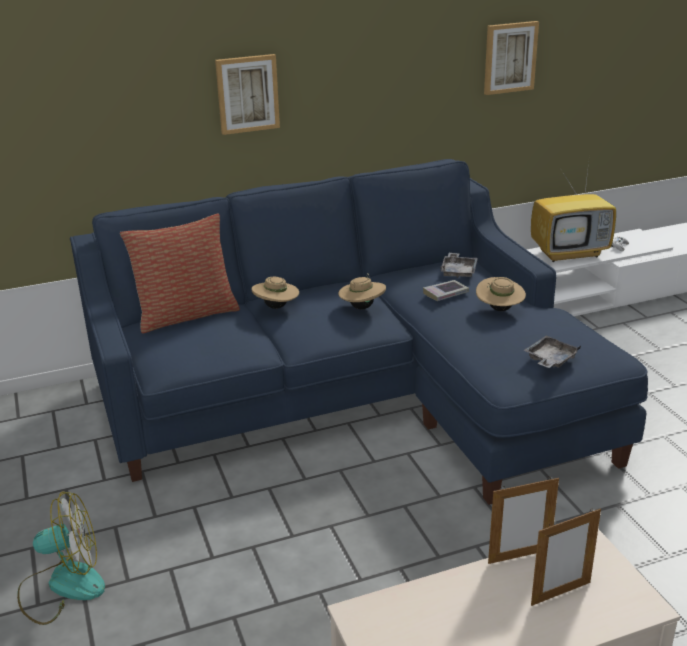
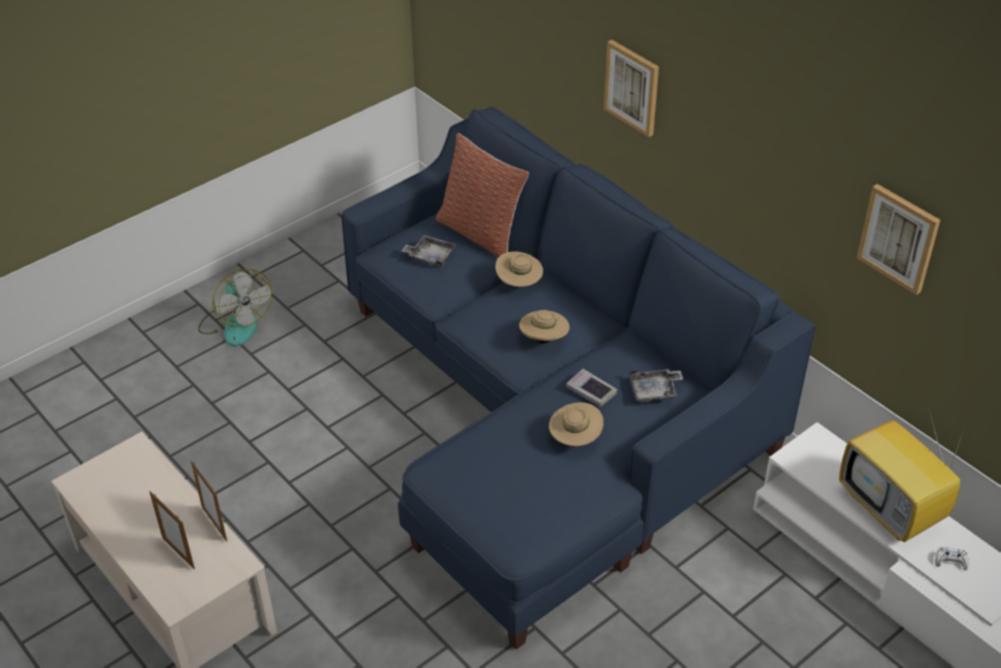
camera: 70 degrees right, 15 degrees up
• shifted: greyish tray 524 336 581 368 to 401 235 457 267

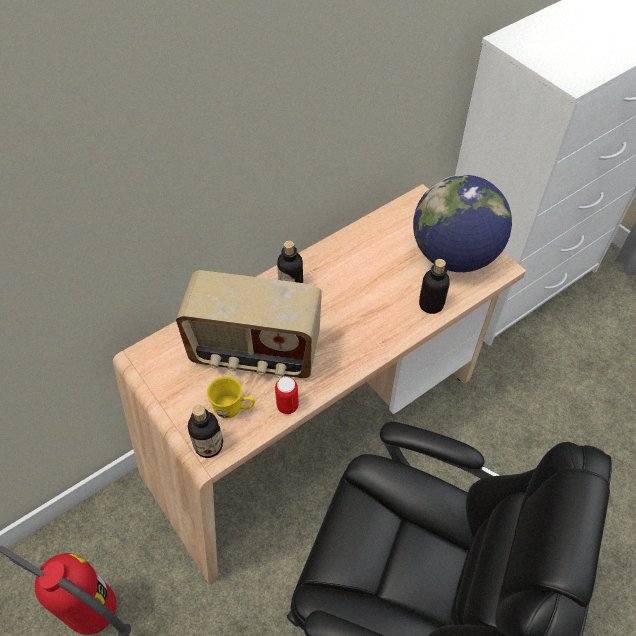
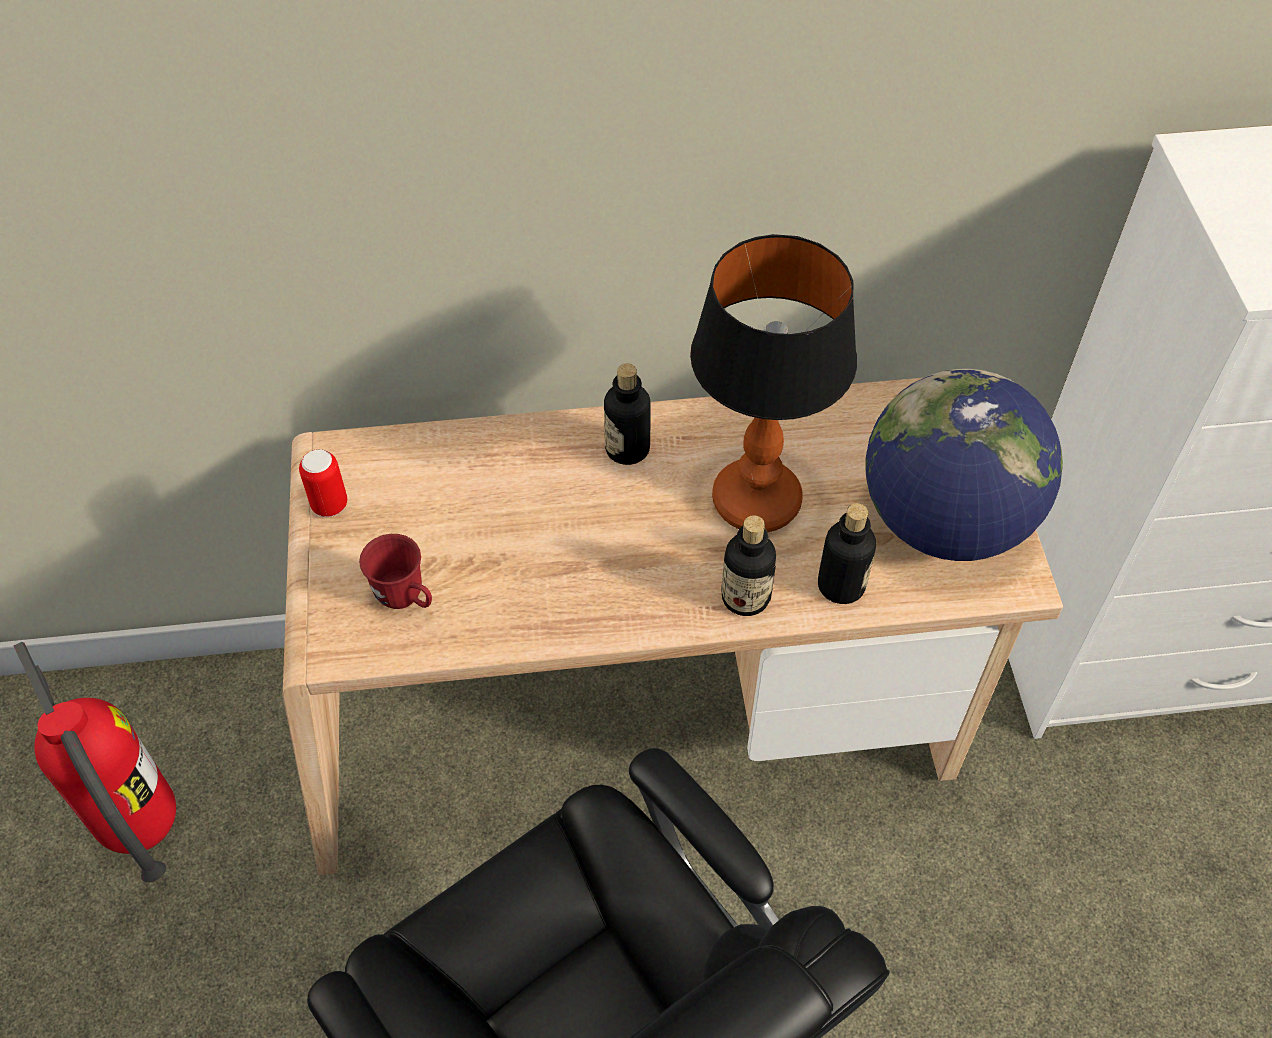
camera: 30 degrees right, 0 degrees up
• gone: radio 176 270 322 378
• new: lamp for a table 690 234 857 532
• shifted: beverage bottle 188 405 223 458 to 721 515 776 616
• shifted: sealed can 275 377 299 415 to 299 449 347 517
• repainted: yellow-coloured tea mug 207 376 255 418 to red tea mug 359 534 432 609

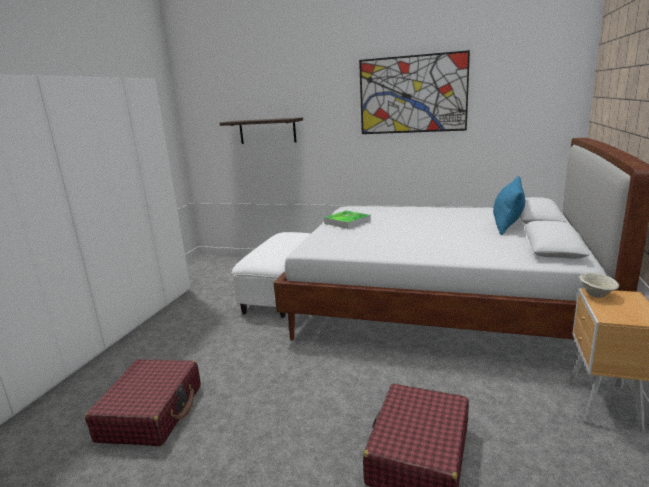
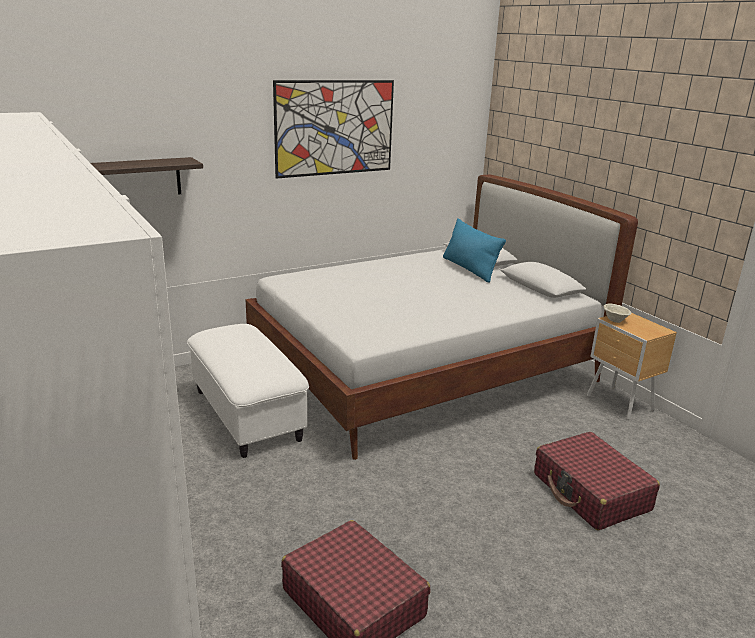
camera: 50 degrees left, 5 degrees up
• gone: tray 324 210 371 229

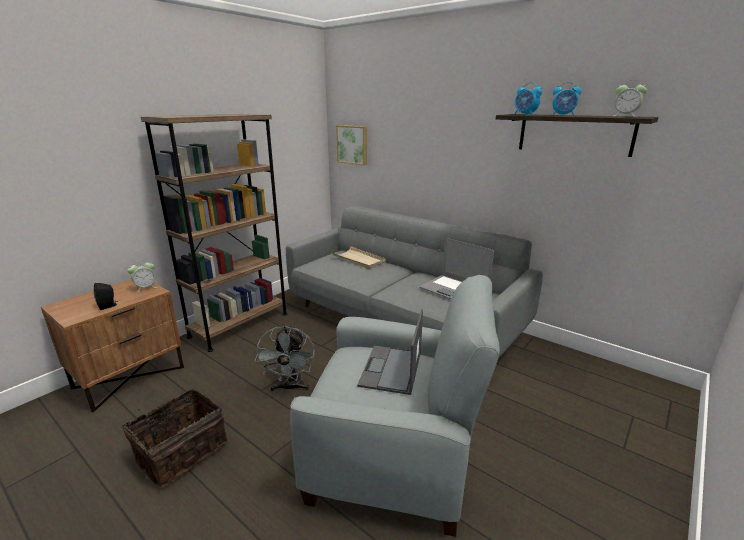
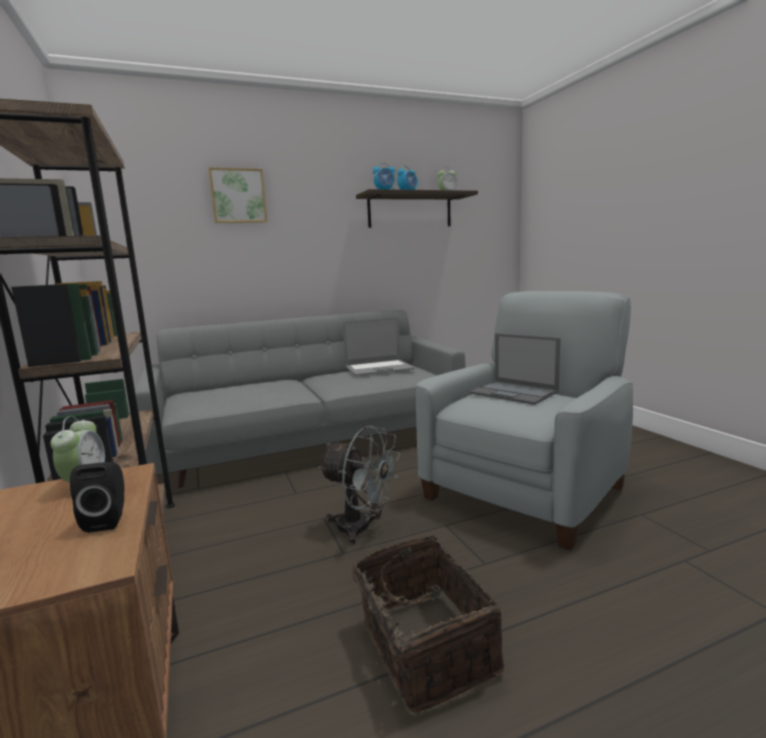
camera: 60 degrees left, 10 degrees down
• gone: beige-coloured tray 332 246 386 269
• shifted: wall art 336 125 367 166 to 209 167 267 223

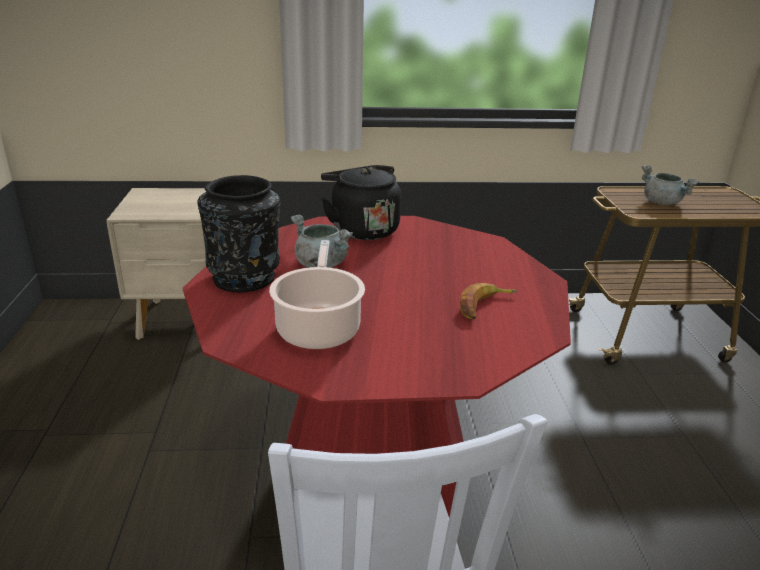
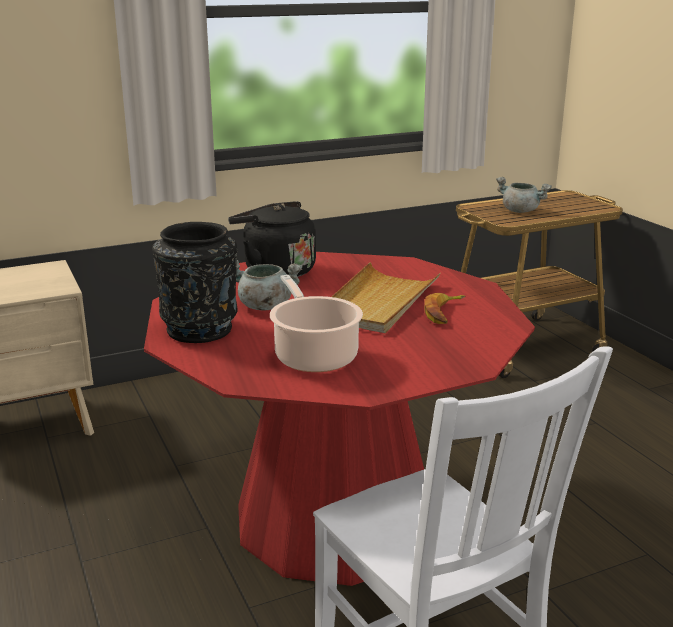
camera: 20 degrees left, 5 degrees down
• new: beige-coloured tray 332 262 441 333

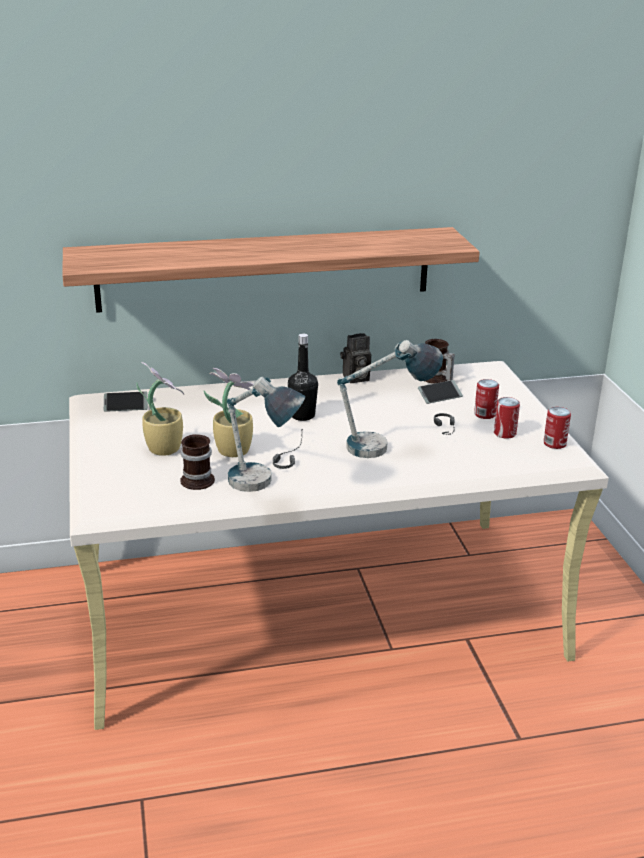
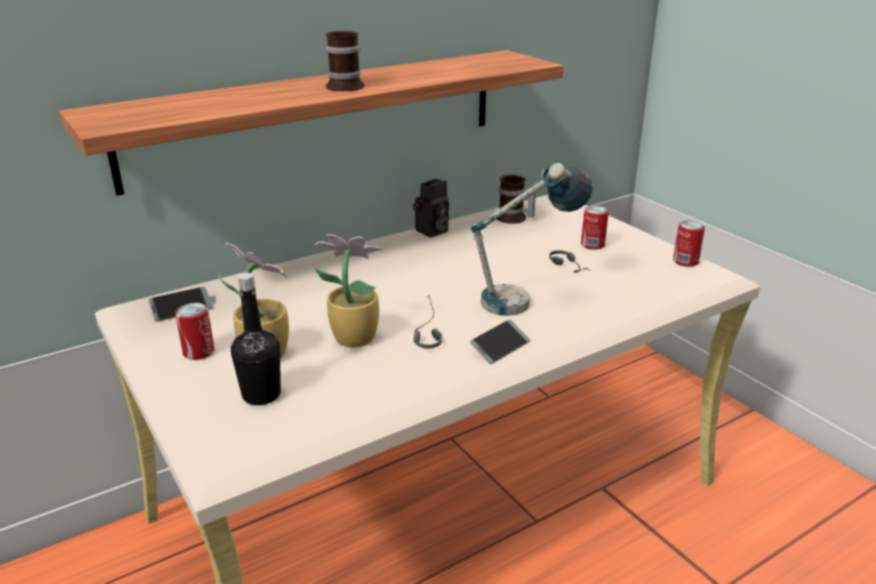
camera: 20 degrees left, 0 degrees up
• gone: lamp for a table 227 377 305 492
• shifted: tea mug 180 434 215 490 to 325 31 365 91
• shifted: black beverage bottle 288 334 318 421 to 231 273 281 405
• shifted: handset 418 380 463 404 to 470 319 530 364
• shifted: sealed can 494 397 520 439 to 175 303 215 360

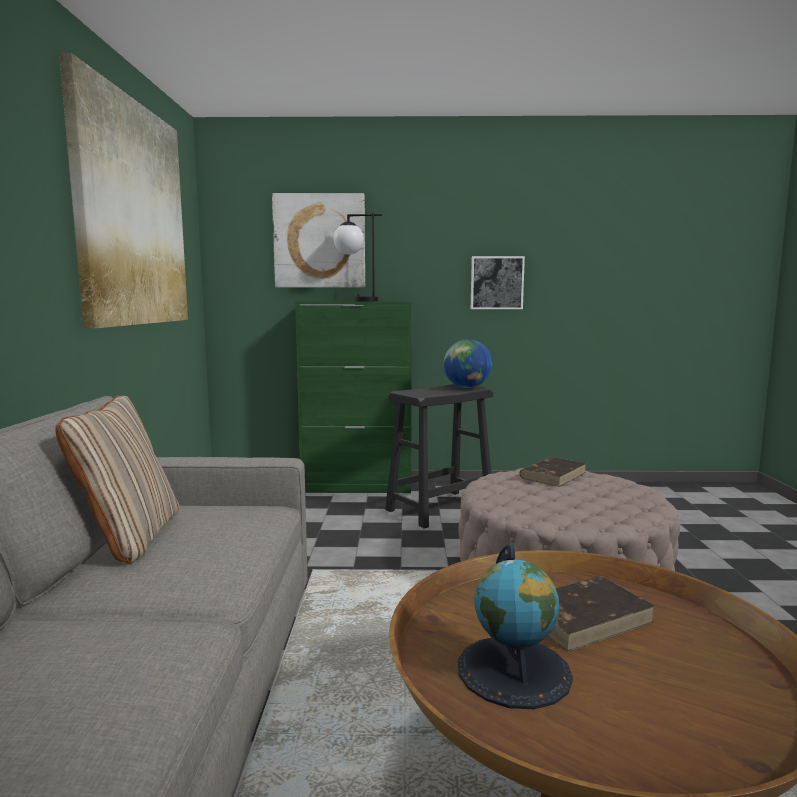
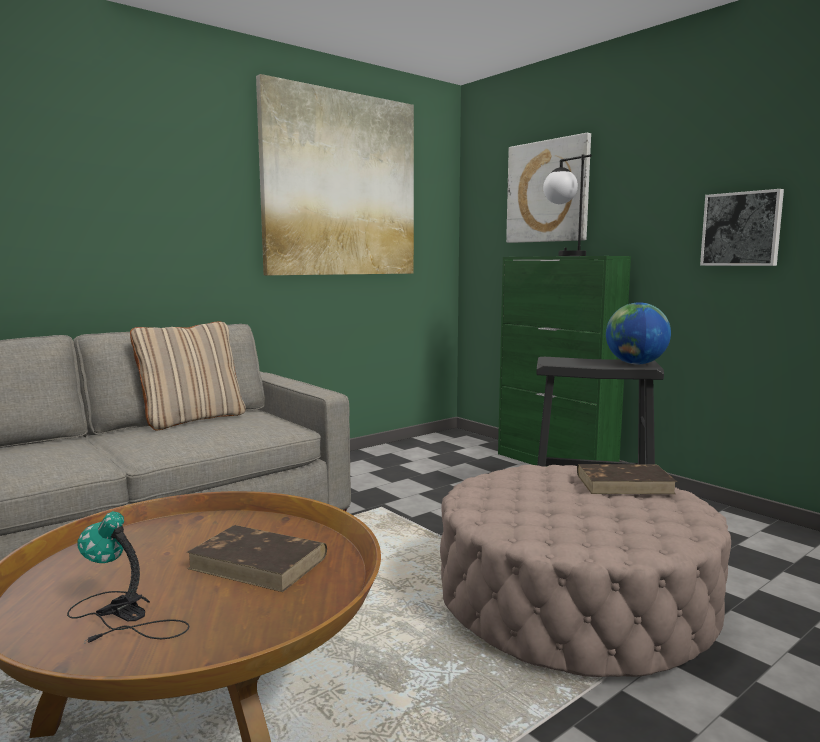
camera: 50 degrees right, 0 degrees up
• gone: globe 458 544 573 709
• new: lamp for a table 67 511 189 644

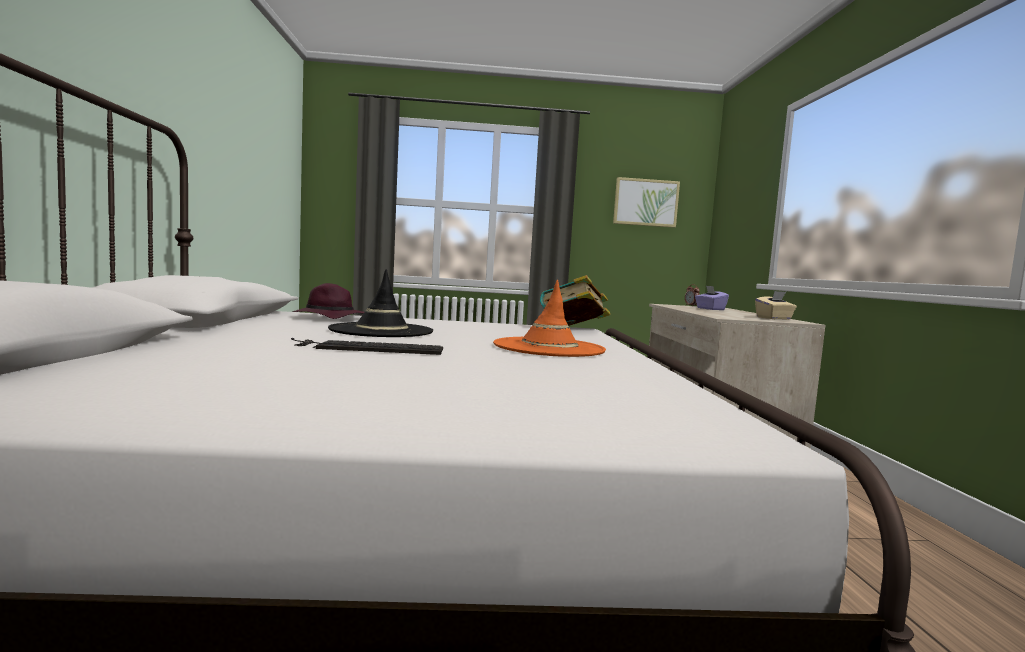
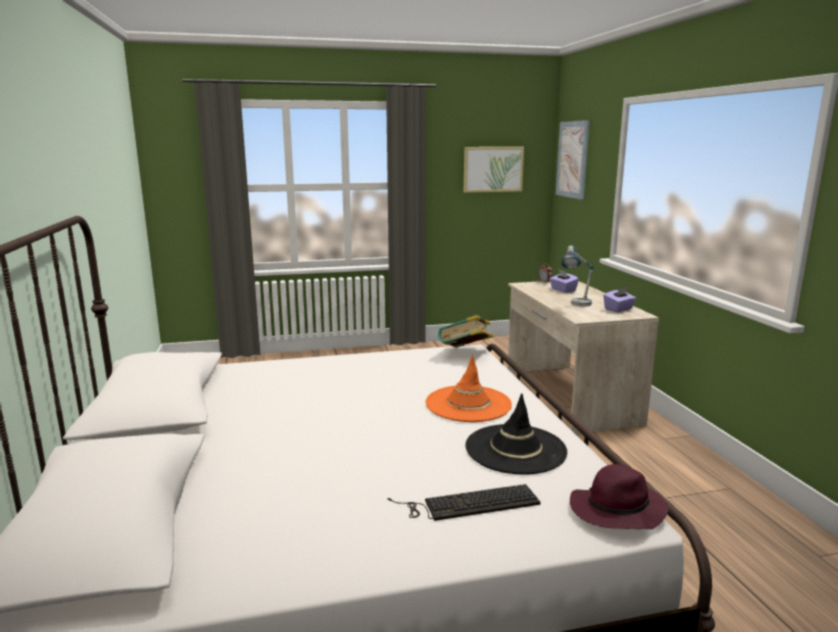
camera: 10 degrees left, 10 degrees up
• new: wall art 556 120 590 200
• new: lamp for a table 561 246 594 307
• shifted: keyboard 291 338 443 355 to 387 484 540 521
• shifted: purple-coloured wearable hat 292 283 364 319 to 570 464 669 529
• shifted: black wearable hat 328 269 433 337 to 466 393 567 475
• repainted: beige-coloured tissue holder 755 291 797 320 to purple-coloured tissue holder 603 287 636 312

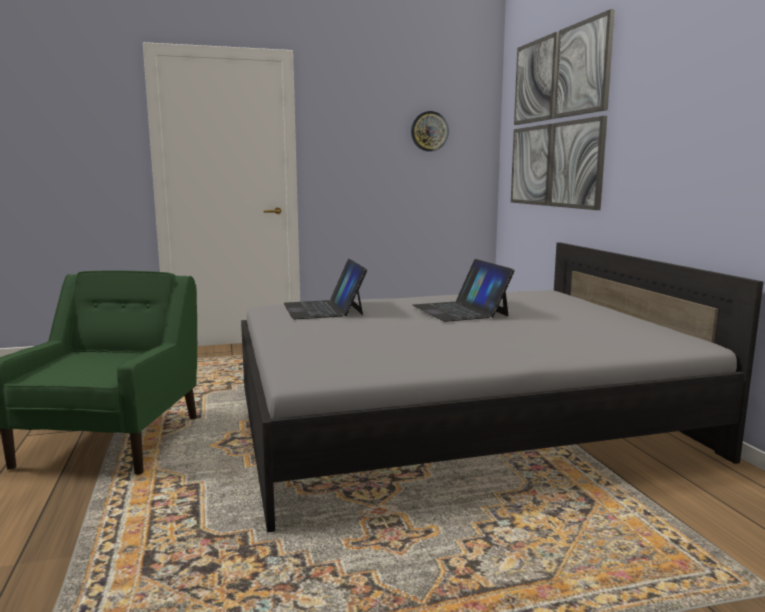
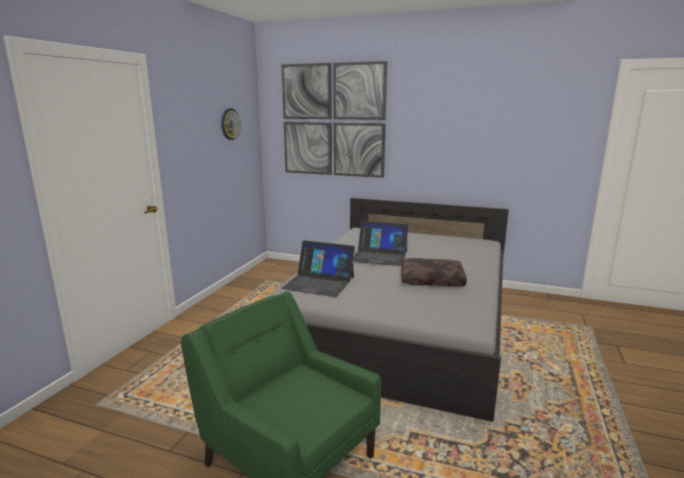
camera: 55 degrees left, 5 degrees up
• new: brown-coloured cushion 401 258 467 286

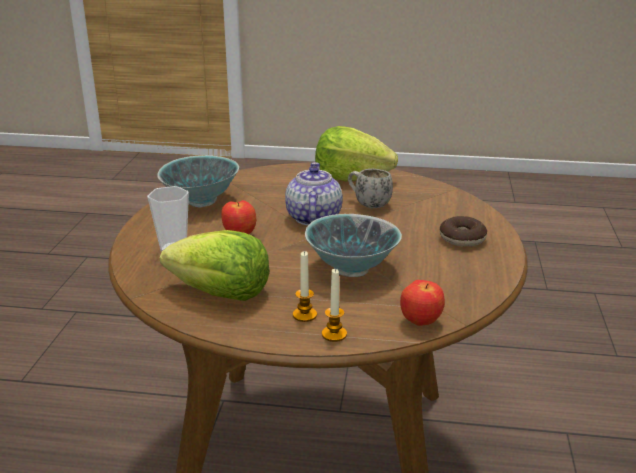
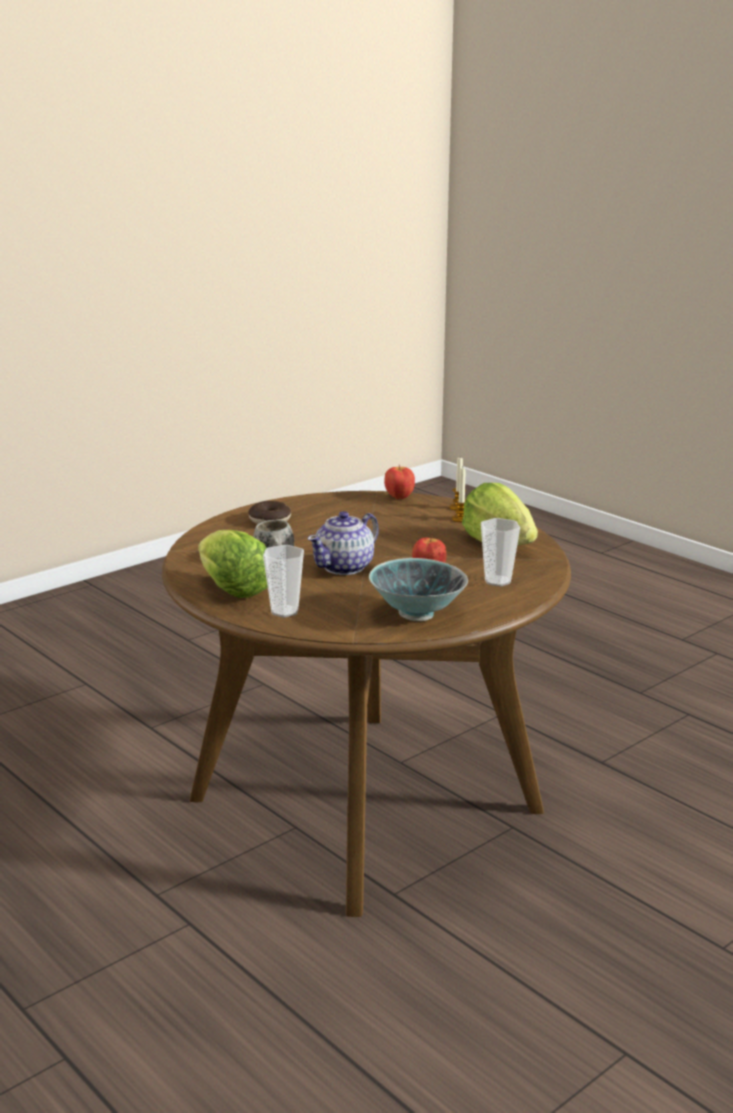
camera: 140 degrees left, 5 degrees down
• gone: bowl 305 214 402 277
• new: drinking cup 263 545 304 617

